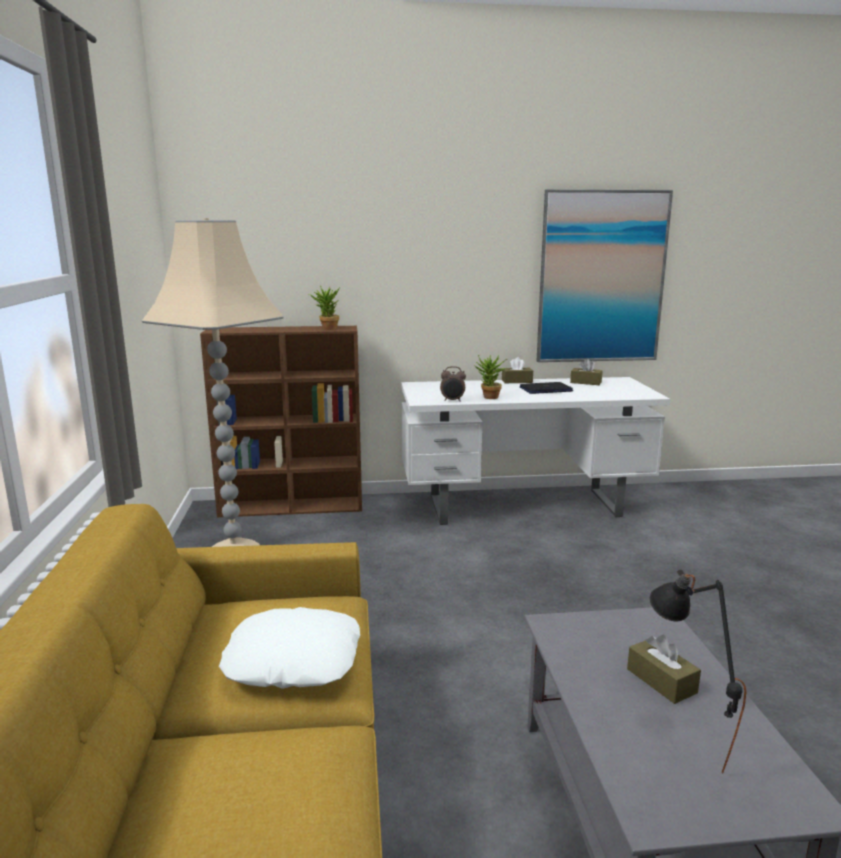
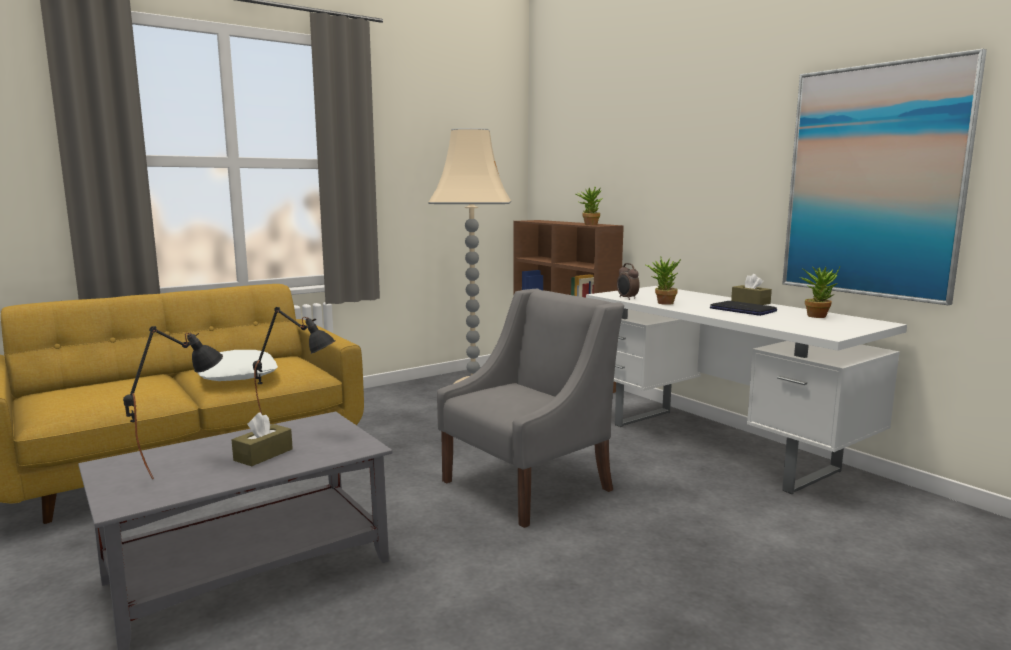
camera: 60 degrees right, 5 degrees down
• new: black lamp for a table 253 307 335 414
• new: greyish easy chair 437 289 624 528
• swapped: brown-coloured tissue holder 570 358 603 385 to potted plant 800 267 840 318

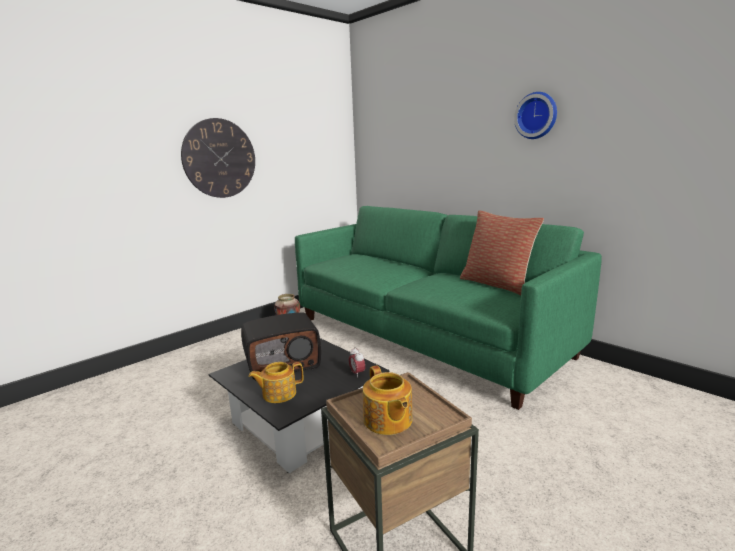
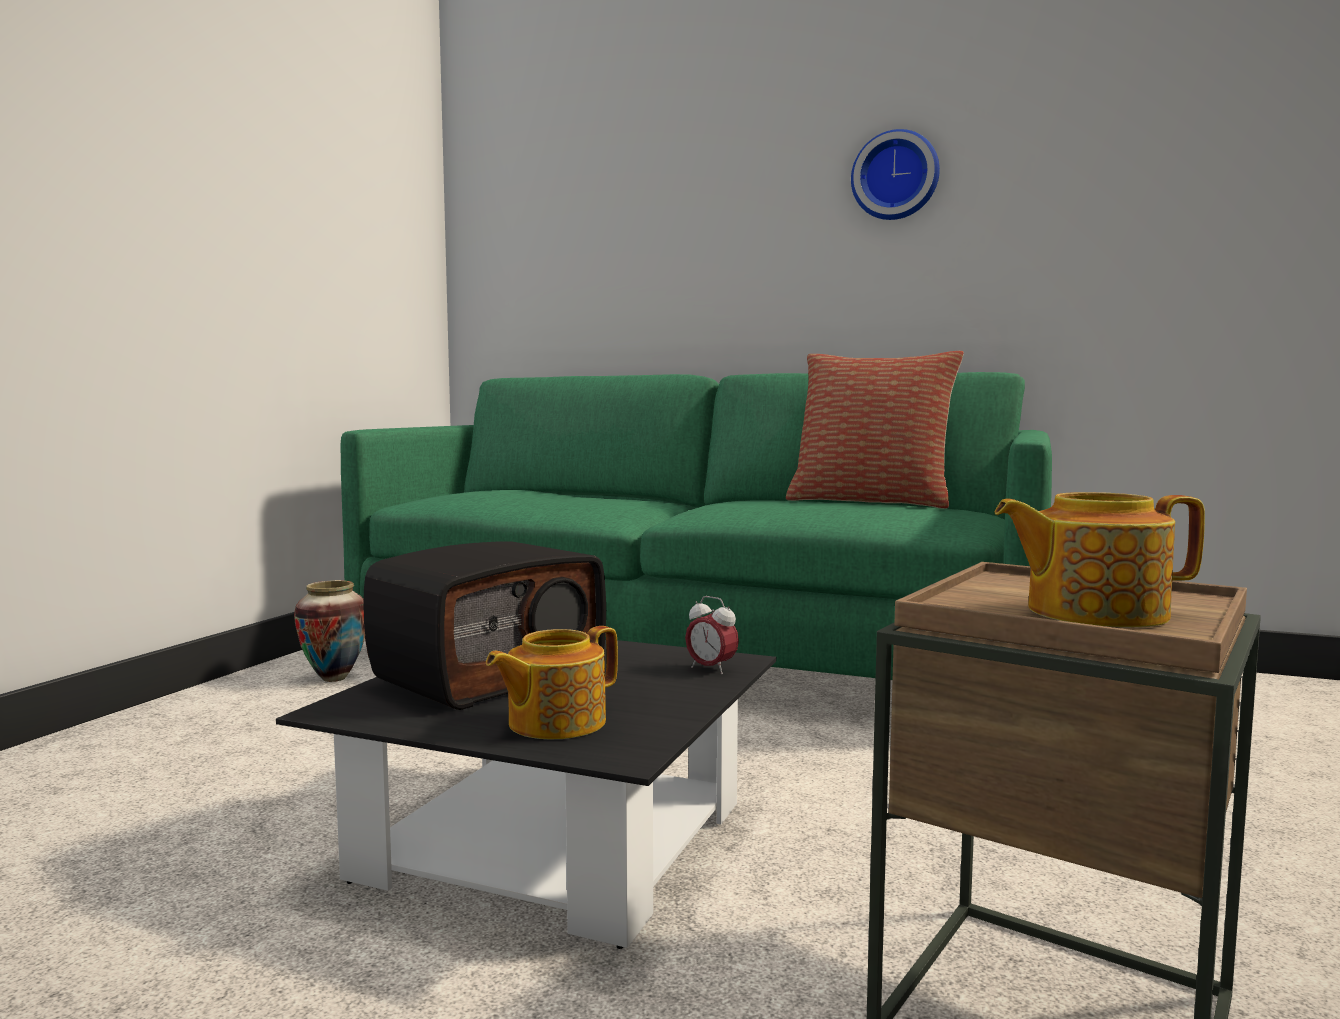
camera: 25 degrees left, 10 degrees down
• gone: clock on the wall 181 118 255 198
• rotated: tea pot 363 365 412 435 = 995 492 1205 628 135 degrees clockwise

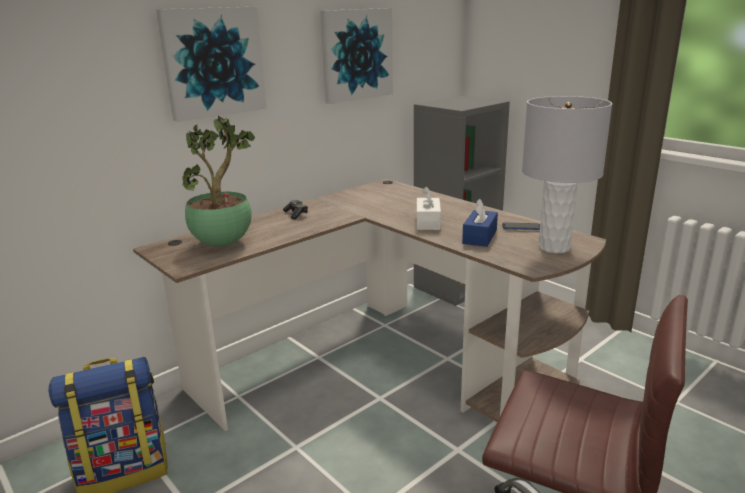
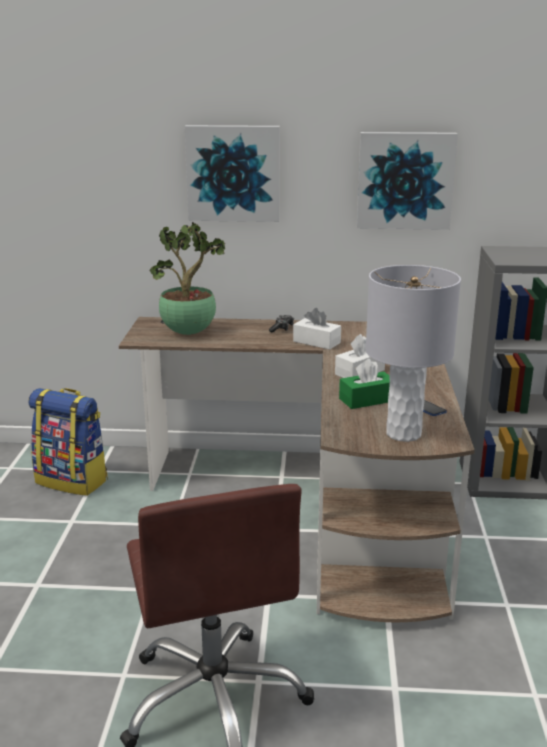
camera: 45 degrees right, 0 degrees up
• new: white tissue holder 293 308 341 350
• repainted: blue tissue holder 462 199 498 247 to green-coloured tissue holder 339 359 390 409

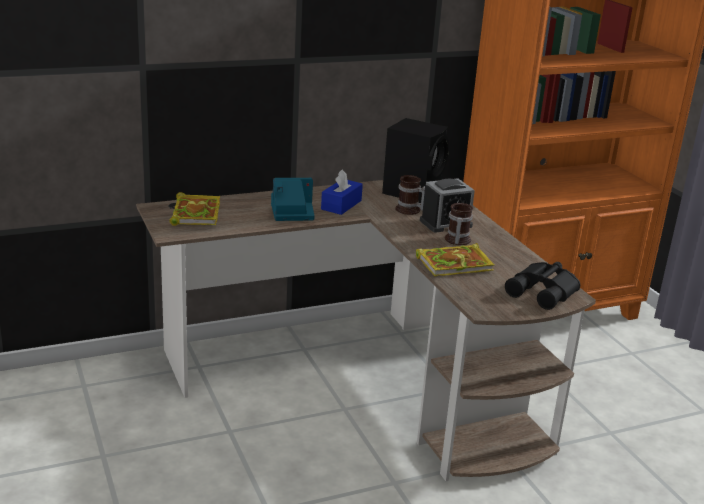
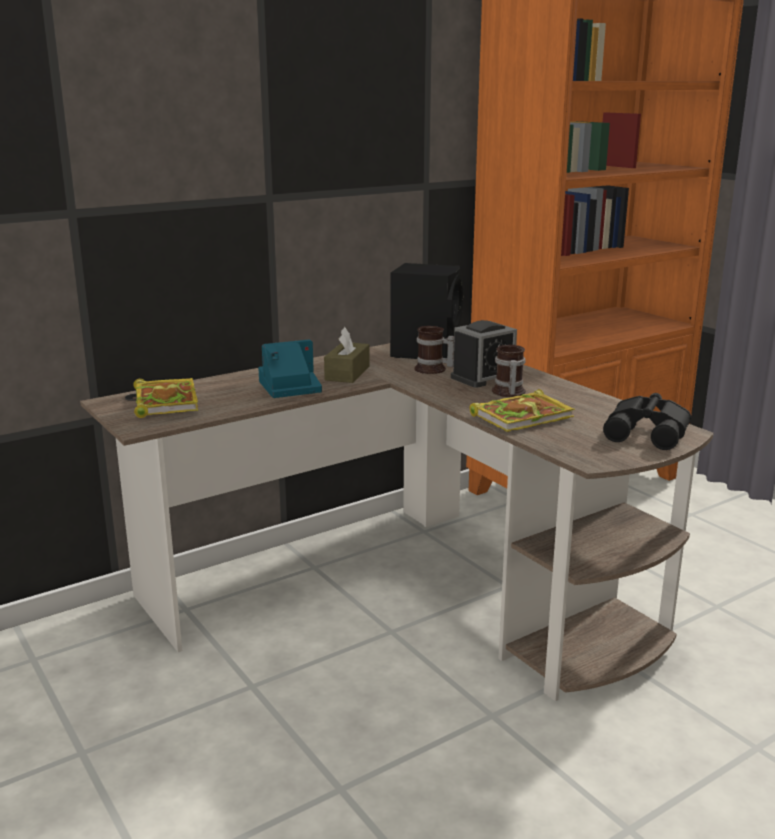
camera: 10 degrees left, 5 degrees down
• repainted: blue tissue holder 321 169 363 215 to brown-coloured tissue holder 324 327 370 383

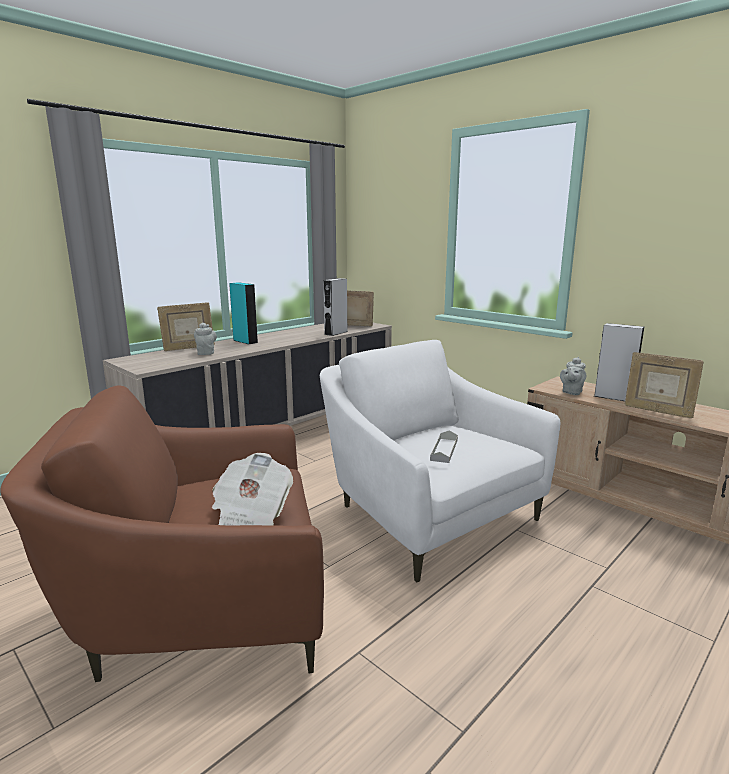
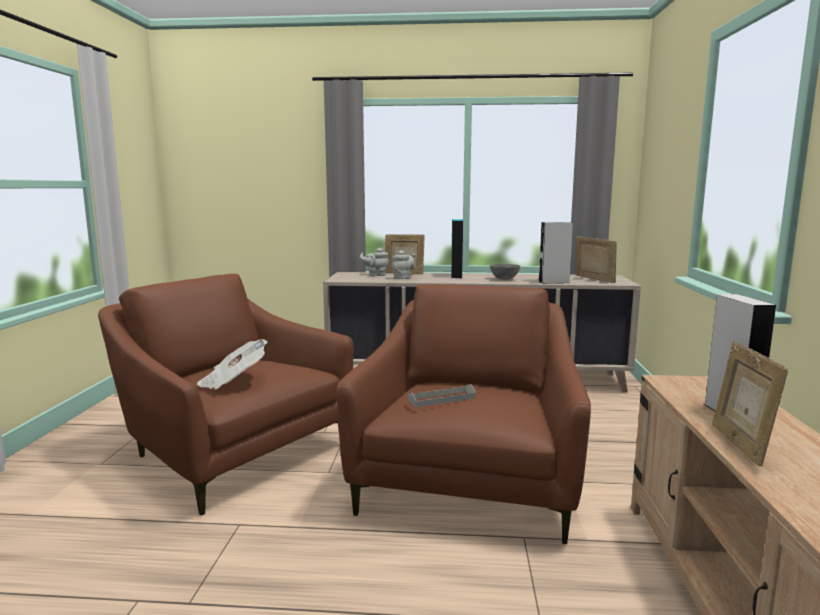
camera: 50 degrees right, 5 degrees down
• new: greyish bowl 490 264 520 280
• shifted: greyish tea pot 560 357 587 395 to 360 248 389 276
• repainted: white easy chair 320 340 560 582 to brown-coloured easy chair 336 284 591 544

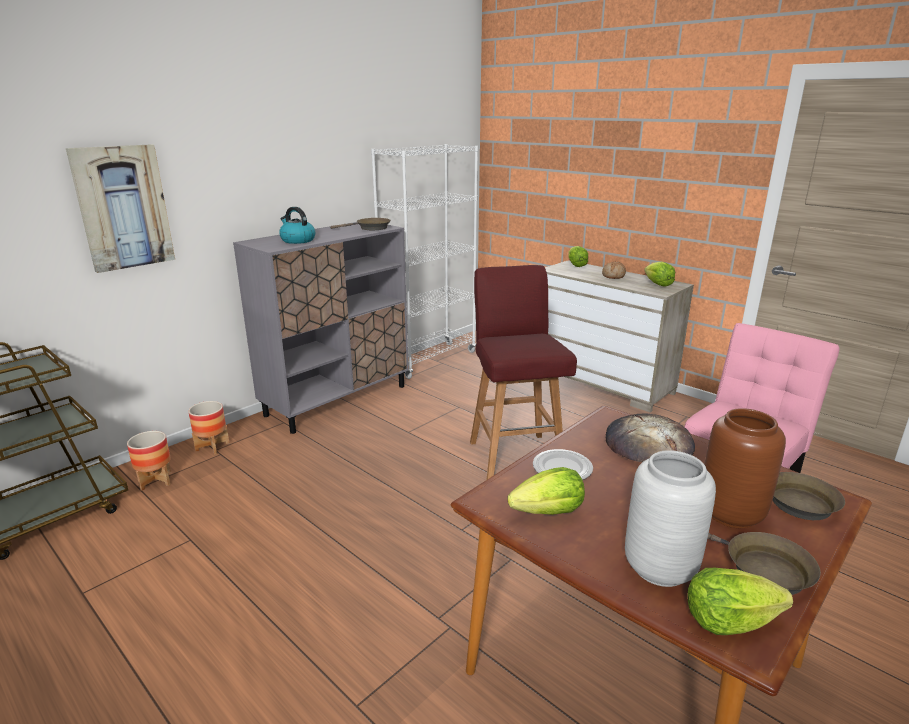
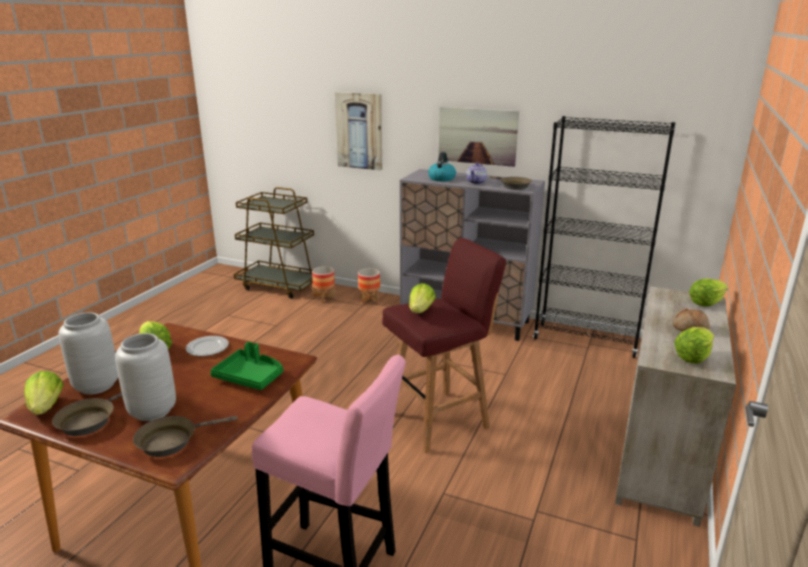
camera: 70 degrees right, 0 degrees up
• new: lettuce head 409 283 436 313
• new: wall art 438 107 519 167
• new: tea pot 466 162 487 184
• swapped: baked bread 606 414 695 462 to green-coloured tray 210 342 283 390
• repainted: white shelving unit 371 144 478 379 to black shelving unit 533 116 676 358
• repainted: brown-coloured decorative vase 704 408 786 528 to greyish decorative vase 115 333 176 421

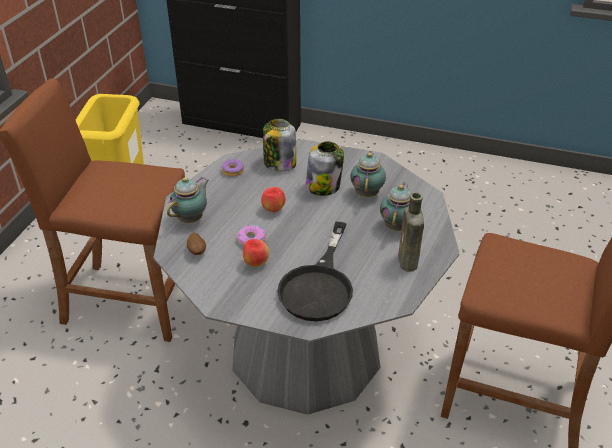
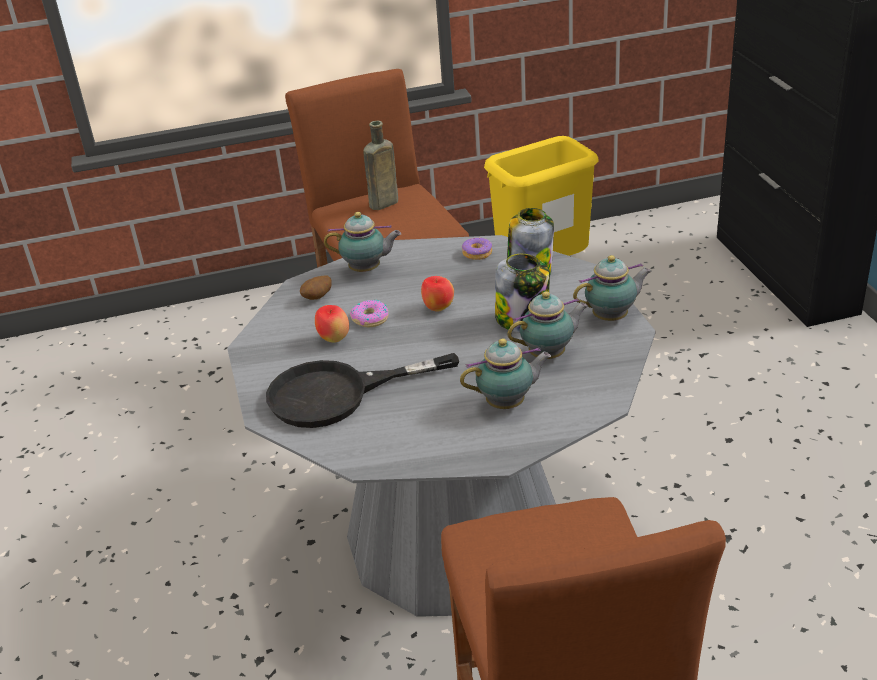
camera: 60 degrees right, 5 degrees down
• new: tea pot 573 255 651 321
• shifted: brown-coloured beverage bottle 398 192 424 271 to 363 121 398 210

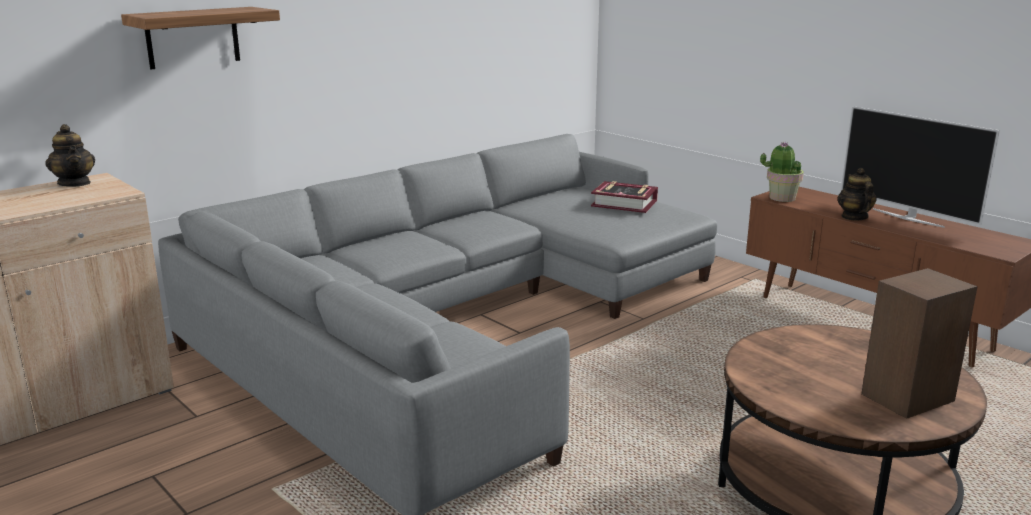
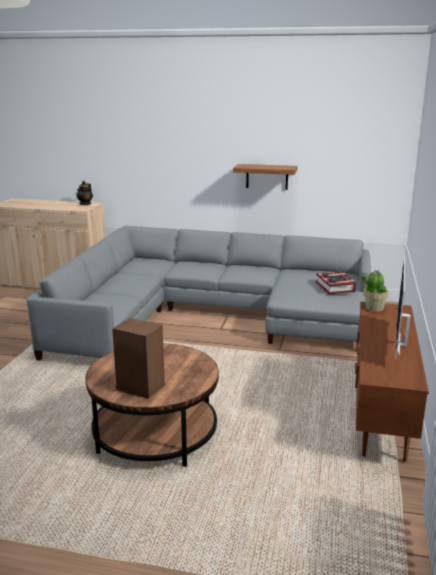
camera: 55 degrees right, 0 degrees up
• gone: tea pot 838 168 877 220
• shifted: bracket shelf 121 7 280 69 to 233 164 298 190

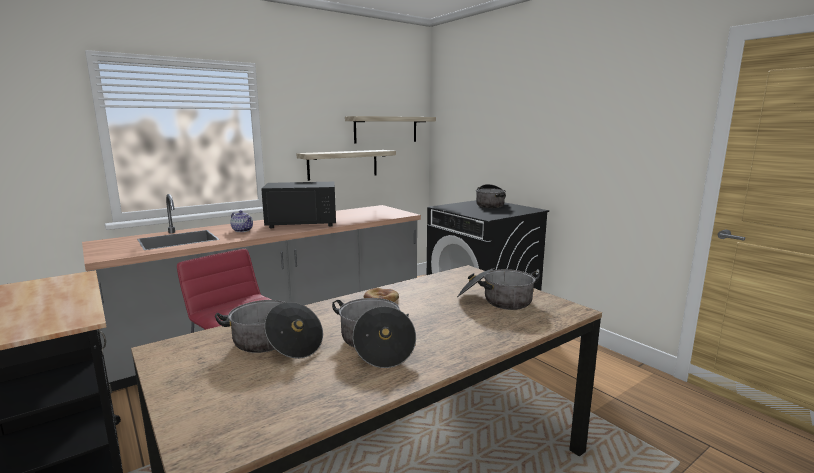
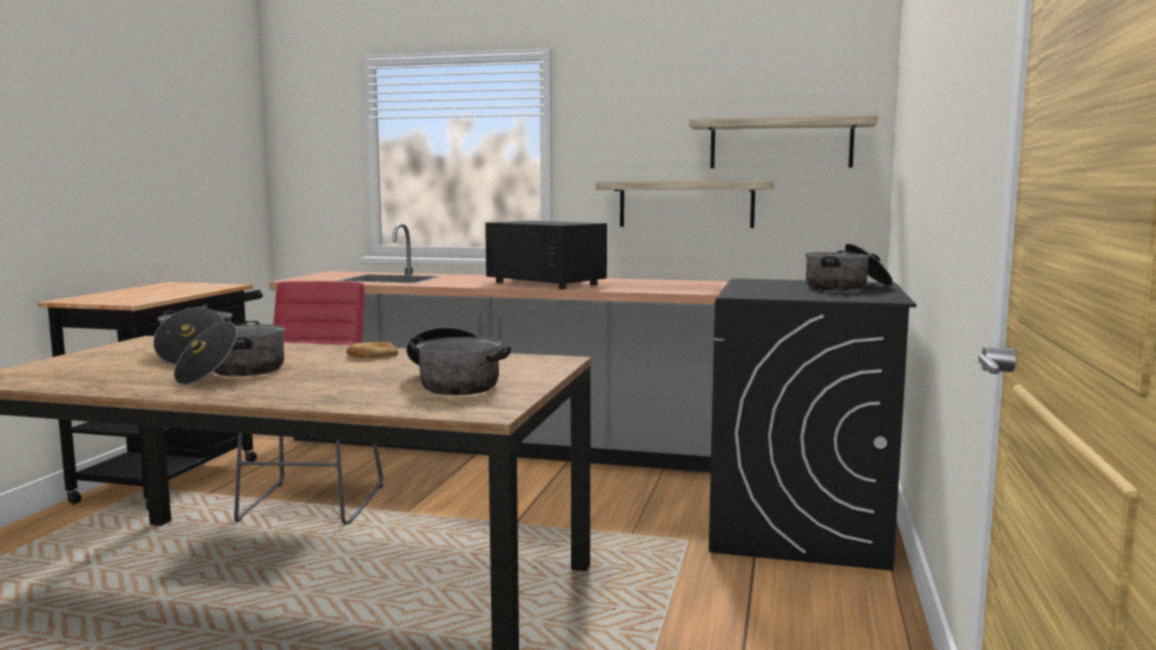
camera: 50 degrees right, 5 degrees down
• gone: tea pot 230 210 253 232

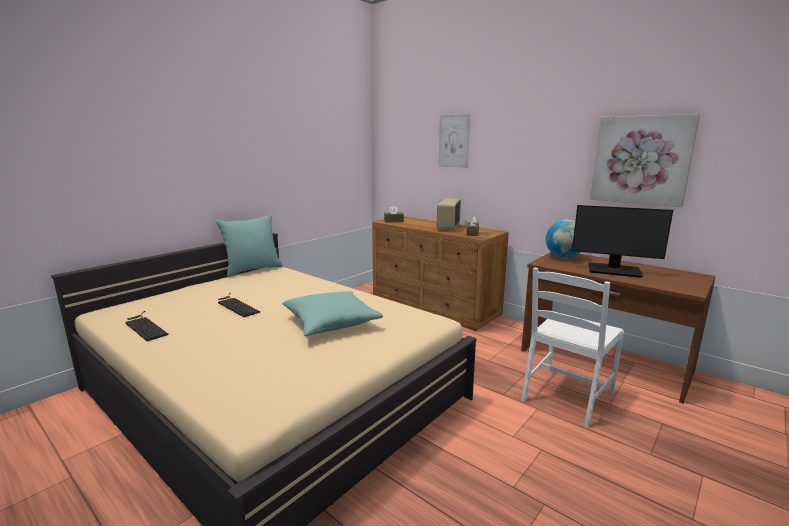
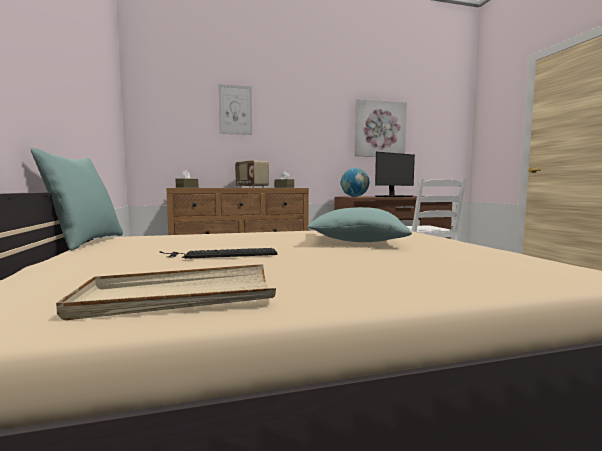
camera: 55 degrees left, 10 degrees down
• swapped: keyboard 125 311 169 341 to beige-coloured tray 56 264 276 320

